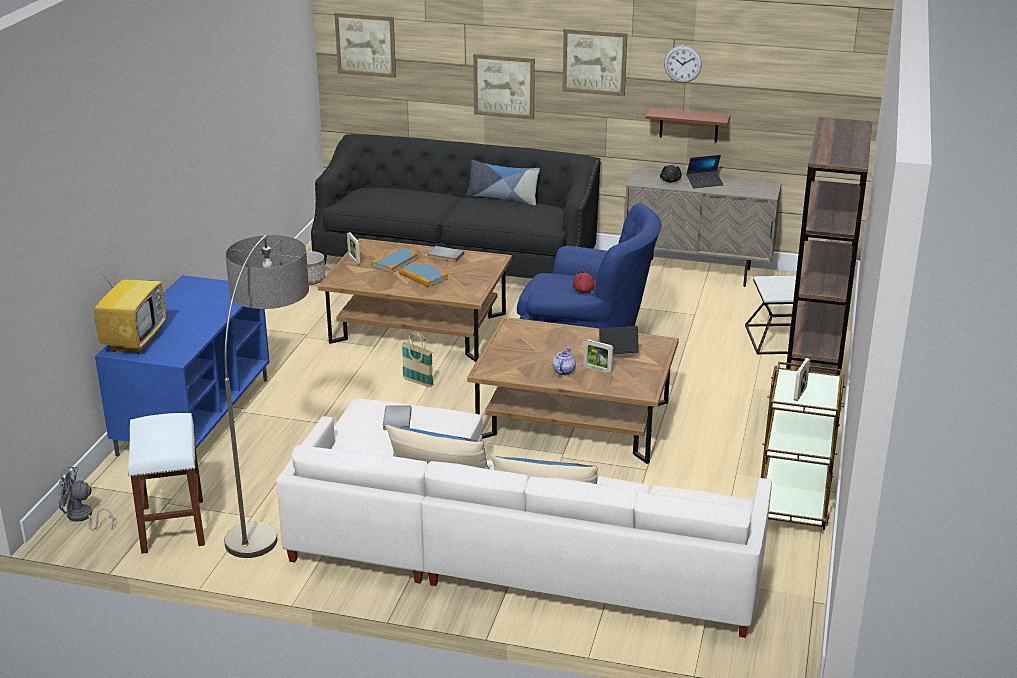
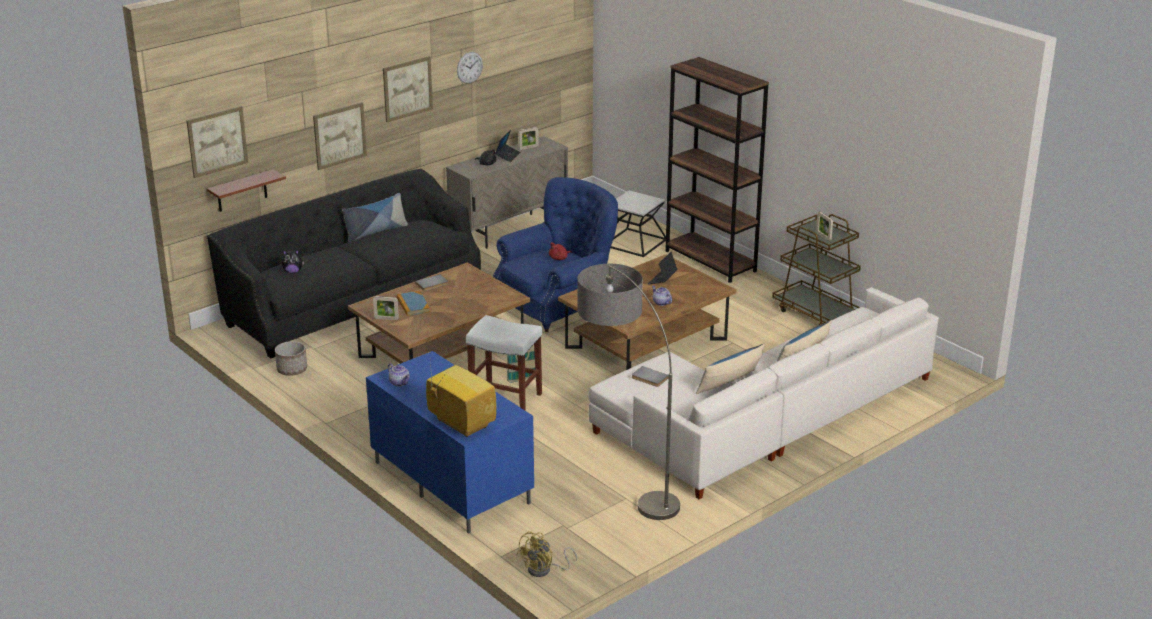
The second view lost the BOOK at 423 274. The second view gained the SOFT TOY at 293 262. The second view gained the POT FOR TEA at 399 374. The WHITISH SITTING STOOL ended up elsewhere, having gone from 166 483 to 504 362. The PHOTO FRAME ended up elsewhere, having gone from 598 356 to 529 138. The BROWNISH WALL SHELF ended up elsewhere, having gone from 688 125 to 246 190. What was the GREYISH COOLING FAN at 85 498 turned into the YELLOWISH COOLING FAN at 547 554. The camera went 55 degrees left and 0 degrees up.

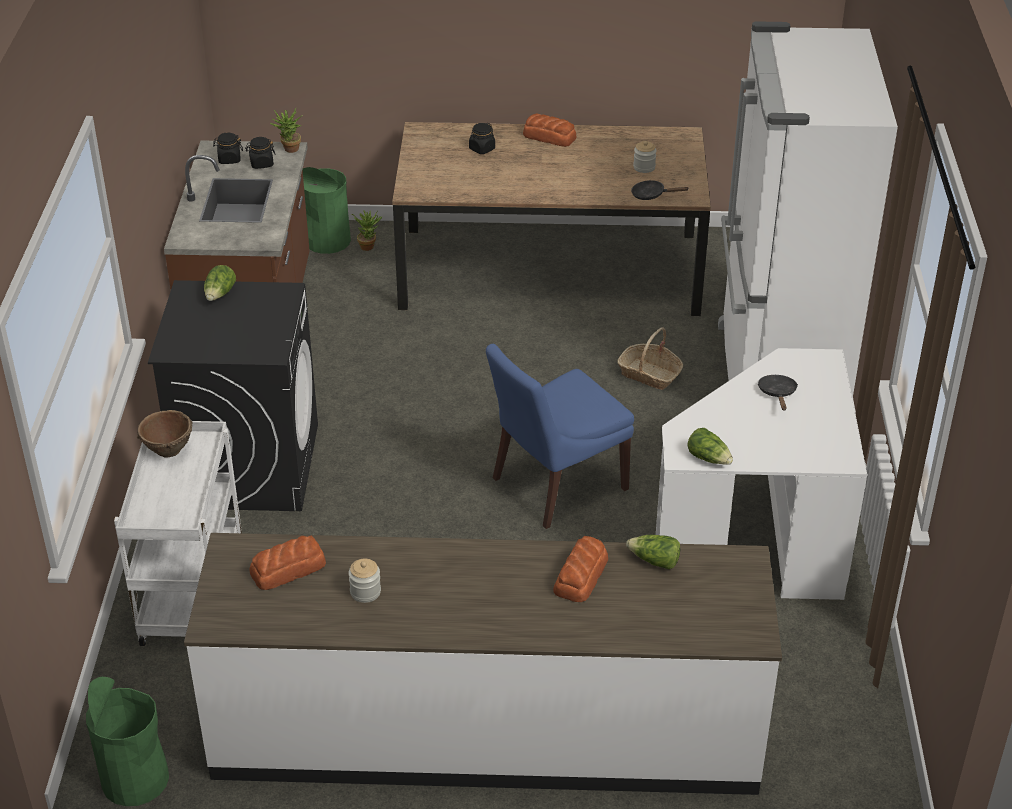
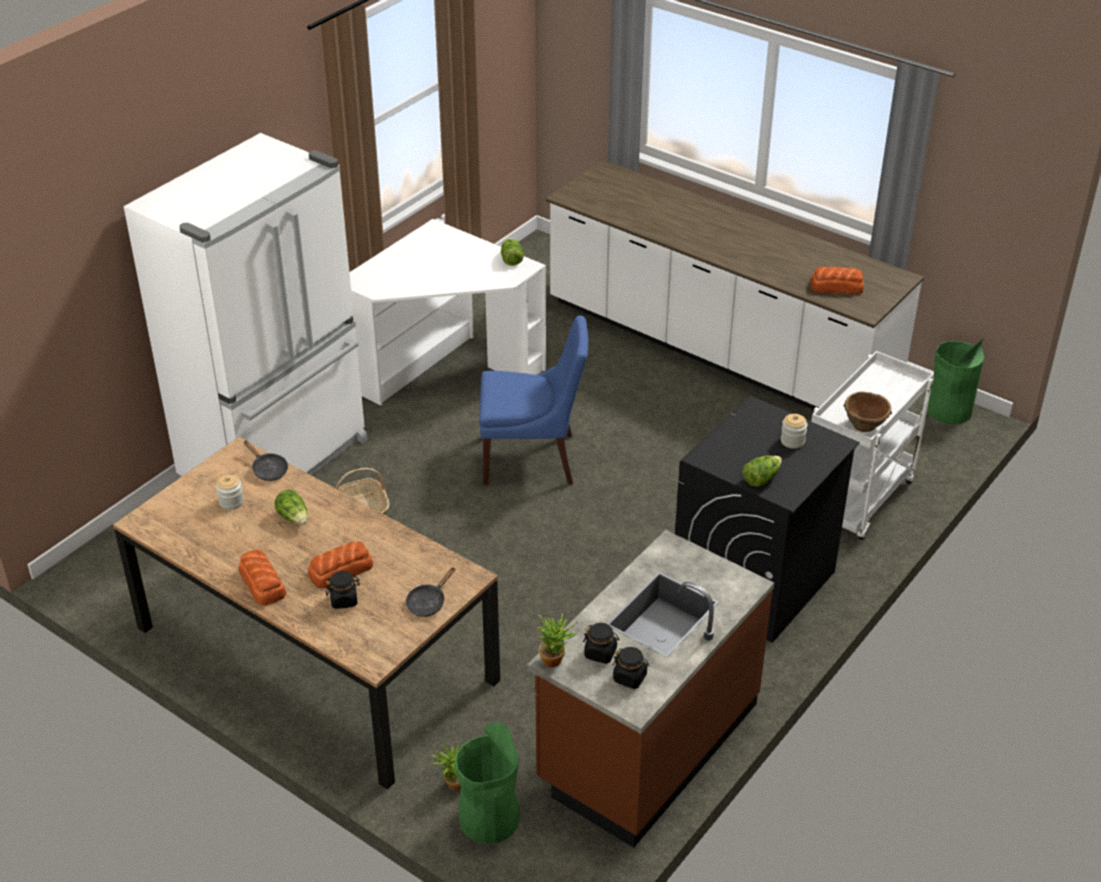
The PRESERVE JAR ended up elsewhere, having gone from 364 581 to 794 431. The BREAD ended up elsewhere, having gone from 580 569 to 340 564. The HEAD OF LETTUCE ended up elsewhere, having gone from 653 552 to 291 507. The BLACK-COLOURED PAN ended up elsewhere, having gone from 778 392 to 430 592. The camera went 145 degrees left and 0 degrees up.

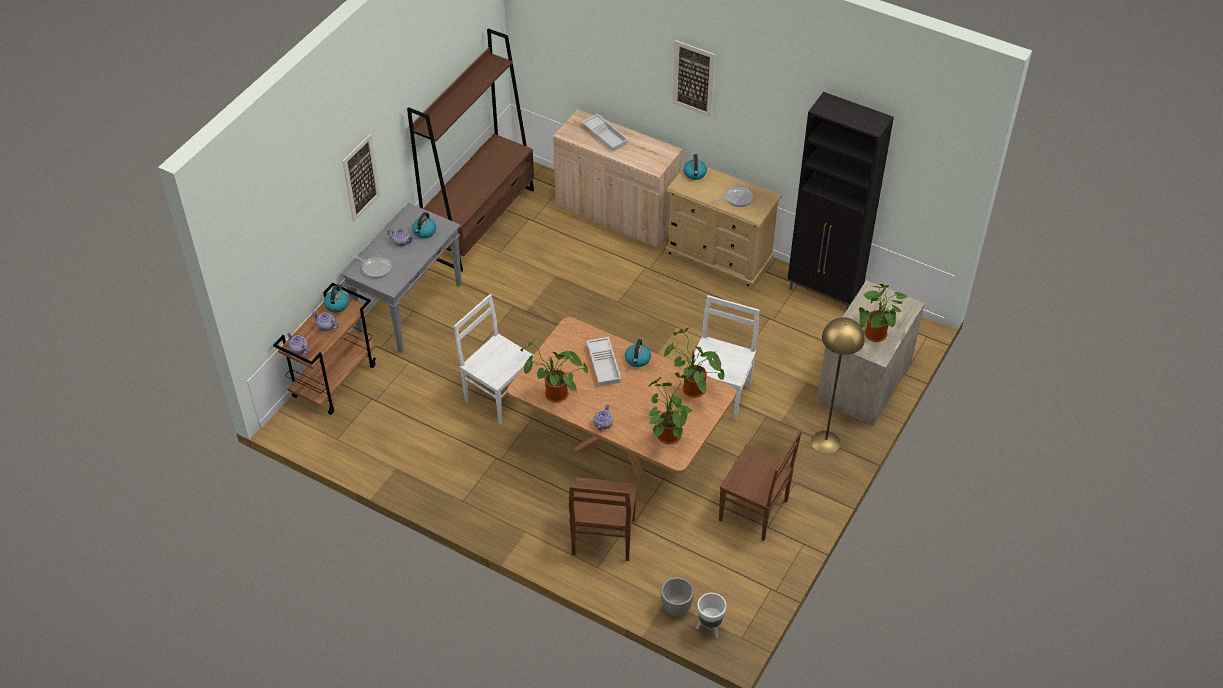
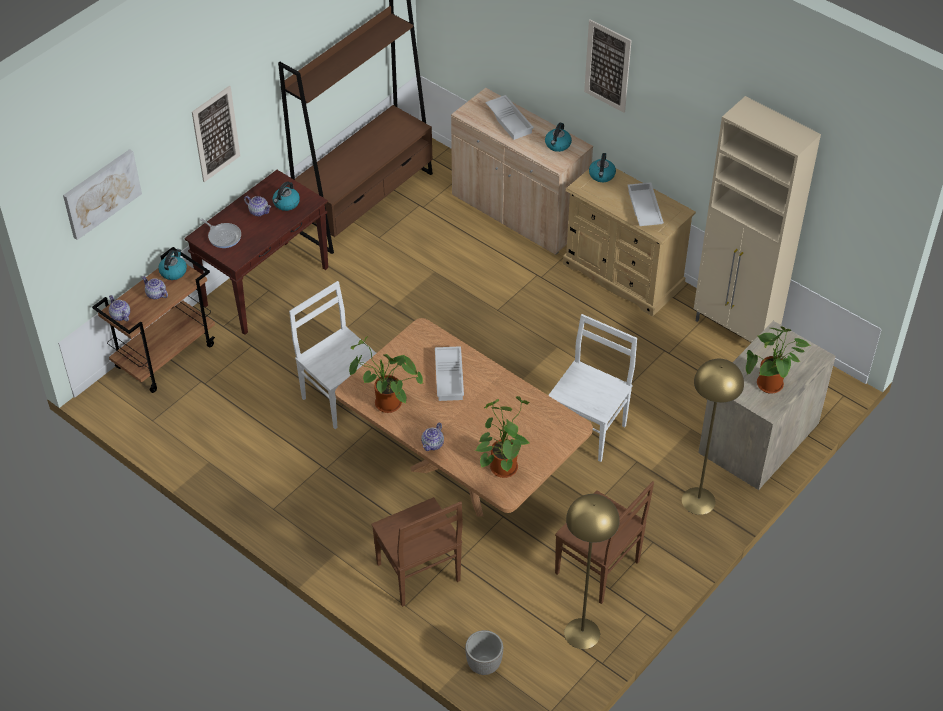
The second view lost the POTTED PLANT at 694 363. The second view lost the WHITISH PLANTER at 711 616. The second view gained the WALL ART at 102 194. The second view gained the YELLOWISH FLOOR LAMP at 592 571. The WATER KETTLE ended up elsewhere, having gone from 638 353 to 558 137. Where the PAN stood at 733 196, the WHITISH TRAY came to stand at 646 204. What was the GREYISH CONSOLE TABLE at 401 278 turned into the BROWNISH CONSOLE TABLE at 256 252. What was the BLACK-COLOURED STORAGE CABINET at 841 200 turned into the BEIGE-COLOURED STORAGE CABINET at 757 219. The BROWNISH CHAIR at 603 519 ended up facing another way, 45 degrees counterclockwise from before. The camera went 10 degrees right and 0 degrees up.

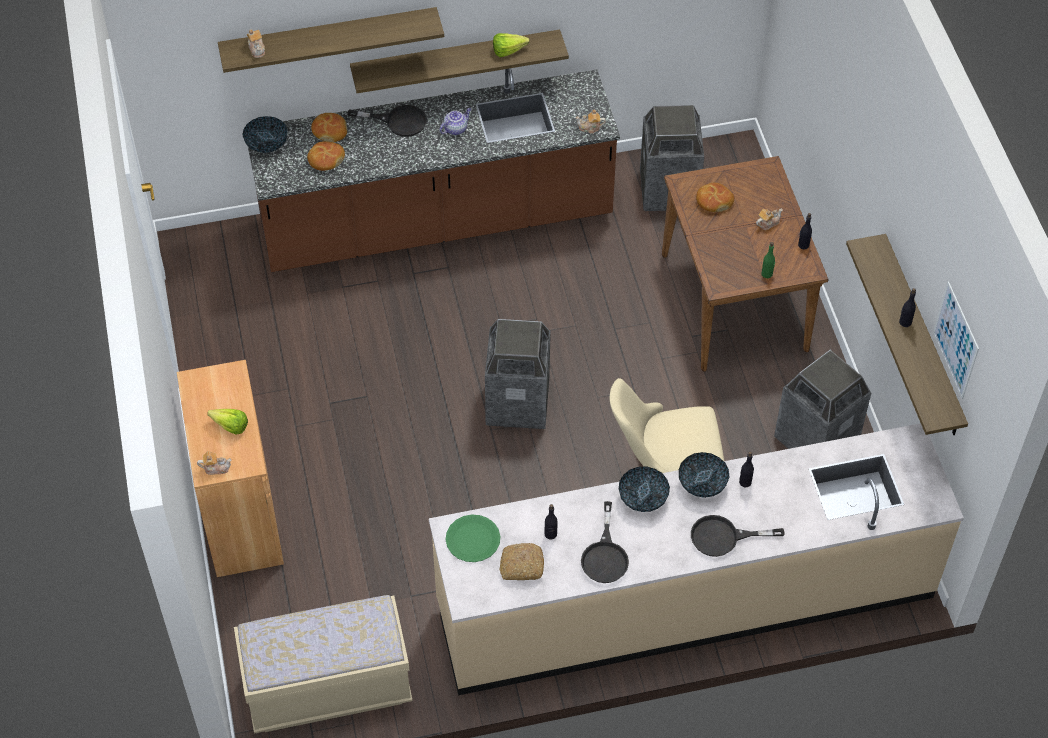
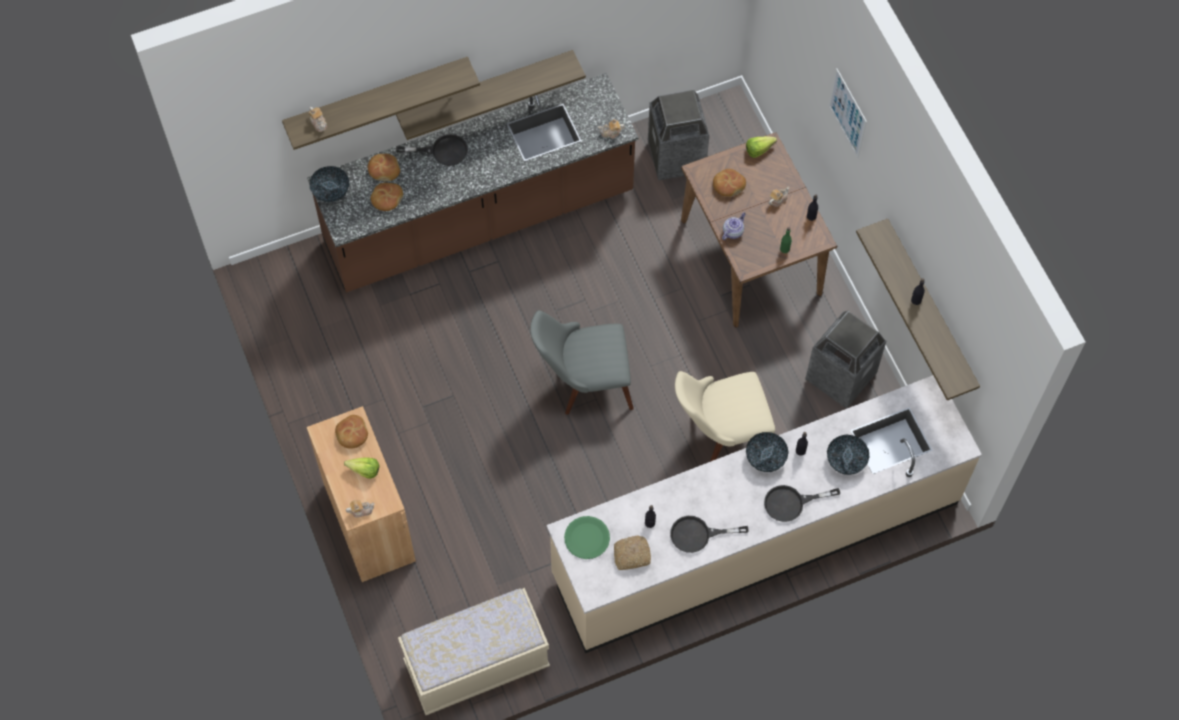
The second view gained the BREAD at 351 432. The POT FOR TEA ended up elsewhere, having gone from 455 121 to 734 226. The HEAD OF LETTUCE ended up elsewhere, having gone from 511 45 to 761 147. The SERVING BOWL ended up elsewhere, having gone from 644 489 to 848 454. The WALL ART ended up elsewhere, having gone from 956 340 to 848 113. Where the WASTE BIN stood at 518 374, the GREYISH CHAIR came to stand at 582 362. The BLACK-COLOURED PAN at 605 542 ended up facing another way, 90 degrees clockwise from before. The camera went 10 degrees left and 10 degrees up.

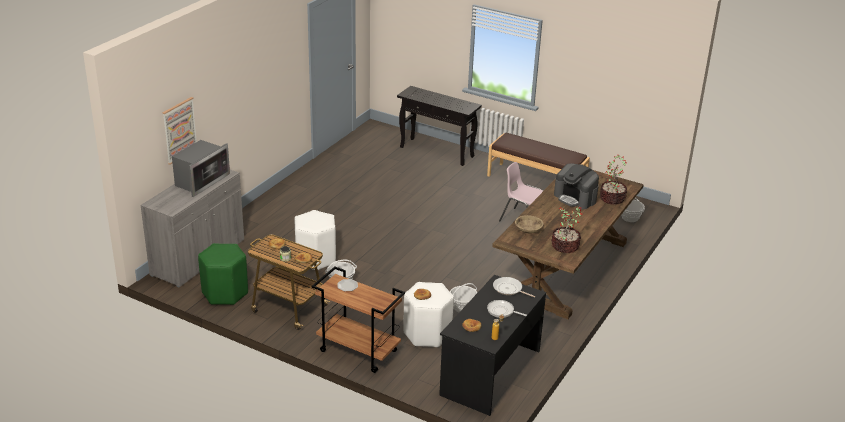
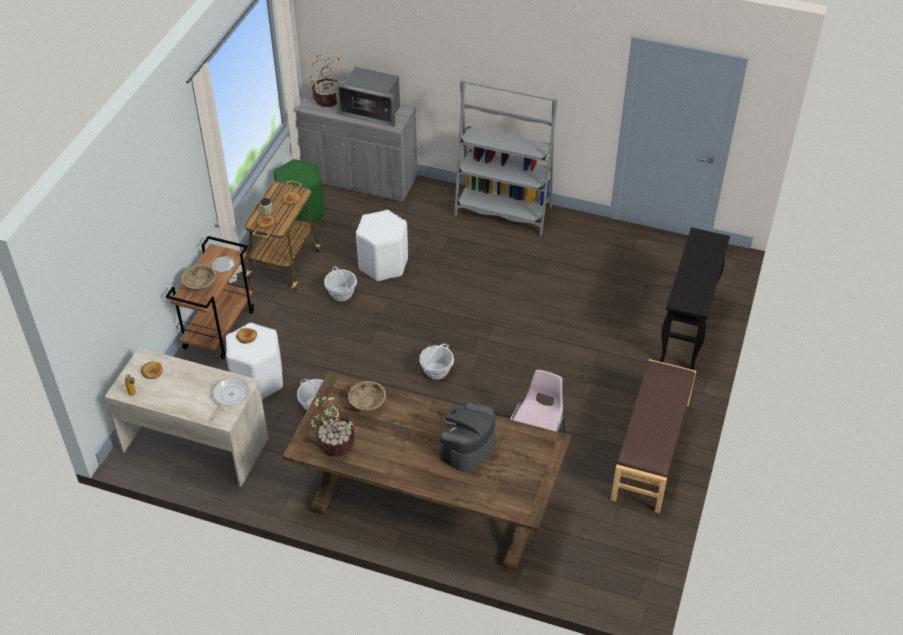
The second view lost the WALL ART at 179 131. The second view lost the PAN at 507 309. The second view gained the BEIGE-COLOURED SERVING BOWL at 199 277. The second view gained the GREYISH SHELVING UNIT at 505 158. The POTTED PLANT ended up elsewhere, having gone from 613 180 to 327 80. The BASKET ended up elsewhere, having gone from 633 210 to 436 362. What was the BLACK-COLOURED DESK TABLE at 492 345 turned into the BEIGE-COLOURED DESK TABLE at 186 417. The camera went 80 degrees right and 15 degrees up.

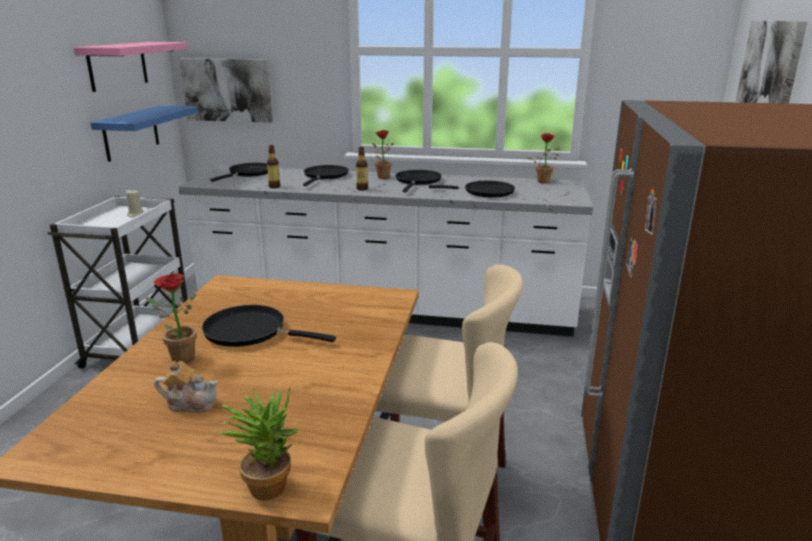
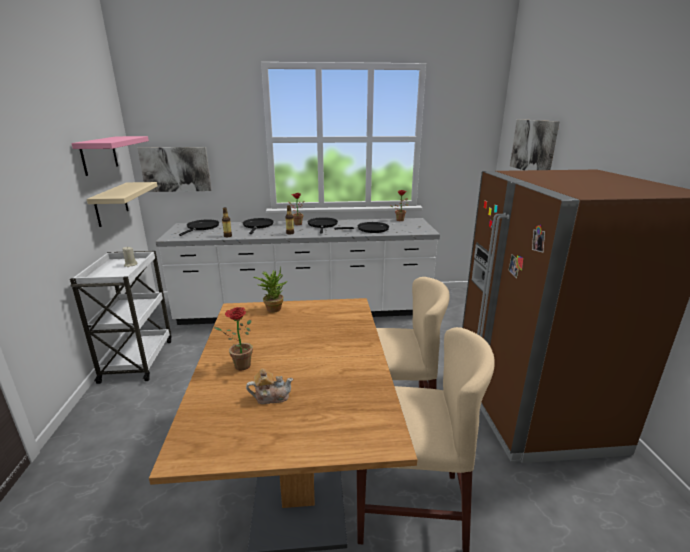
The second view lost the BLACK-COLOURED PAN at 269 326. The POTTED PLANT ended up elsewhere, having gone from 259 443 to 270 290. What was the BLUISH WALL SHELF at 144 133 turned into the BEIGE-COLOURED WALL SHELF at 122 204. The camera went 15 degrees left and 0 degrees up.

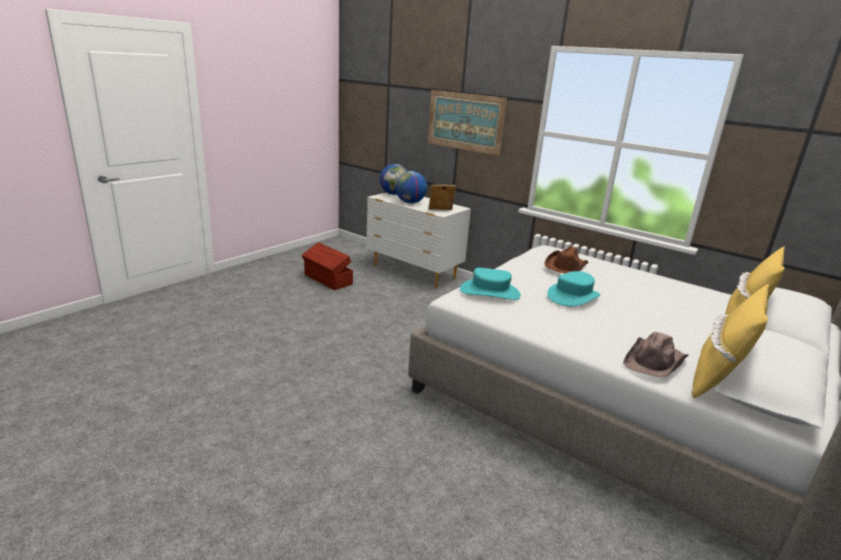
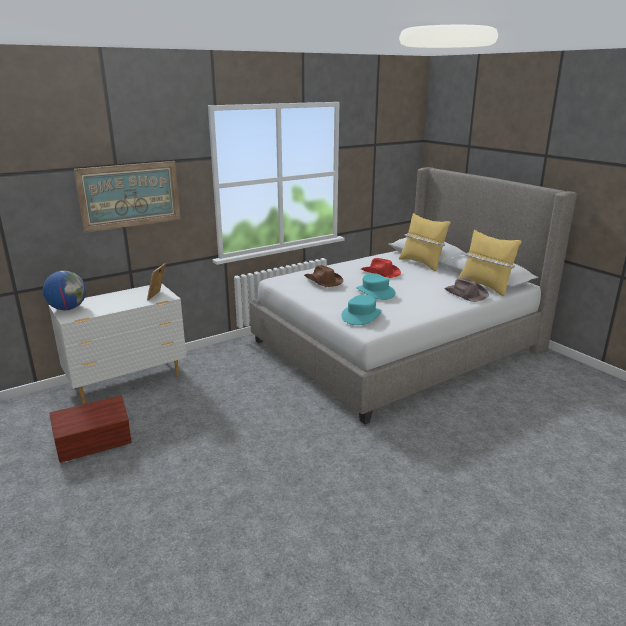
The second view lost the DESK GLOBE at 411 187. The second view gained the RED CLOTHING HAT at 381 268. The camera went 70 degrees left and 0 degrees up.

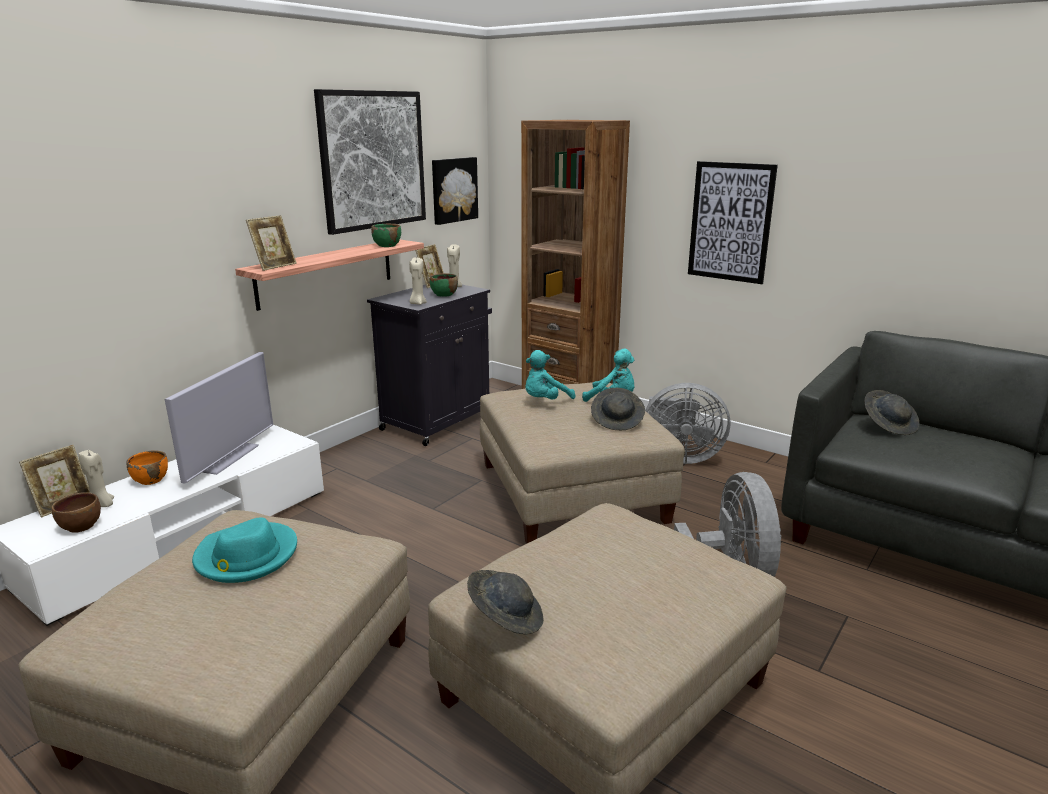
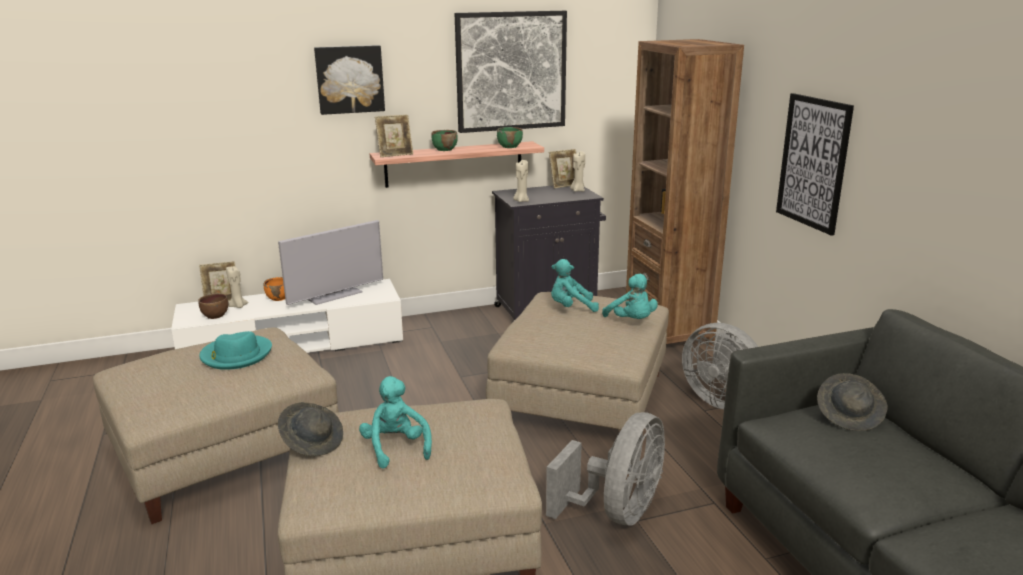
The second view lost the GREYISH CLOTHING HAT at 618 409. The second view gained the TURQUOISE-COLOURED SOFT TOY at 395 422. The GREEN SERVING BOWL ended up elsewhere, having gone from 444 285 to 444 140. The WALL ART ended up elsewhere, having gone from 455 191 to 349 80. The camera went 35 degrees right and 0 degrees up.

